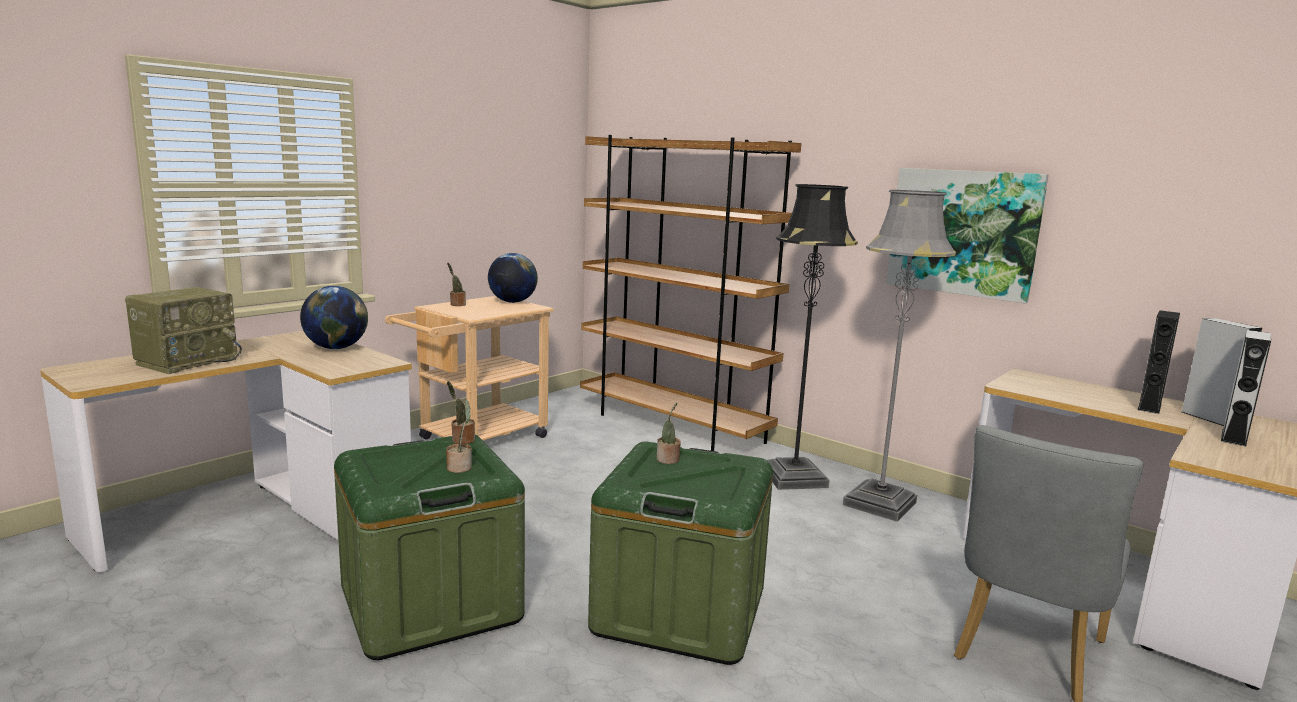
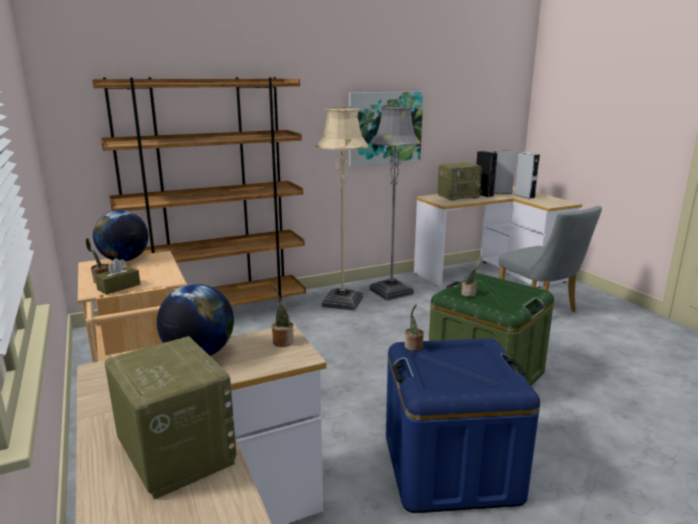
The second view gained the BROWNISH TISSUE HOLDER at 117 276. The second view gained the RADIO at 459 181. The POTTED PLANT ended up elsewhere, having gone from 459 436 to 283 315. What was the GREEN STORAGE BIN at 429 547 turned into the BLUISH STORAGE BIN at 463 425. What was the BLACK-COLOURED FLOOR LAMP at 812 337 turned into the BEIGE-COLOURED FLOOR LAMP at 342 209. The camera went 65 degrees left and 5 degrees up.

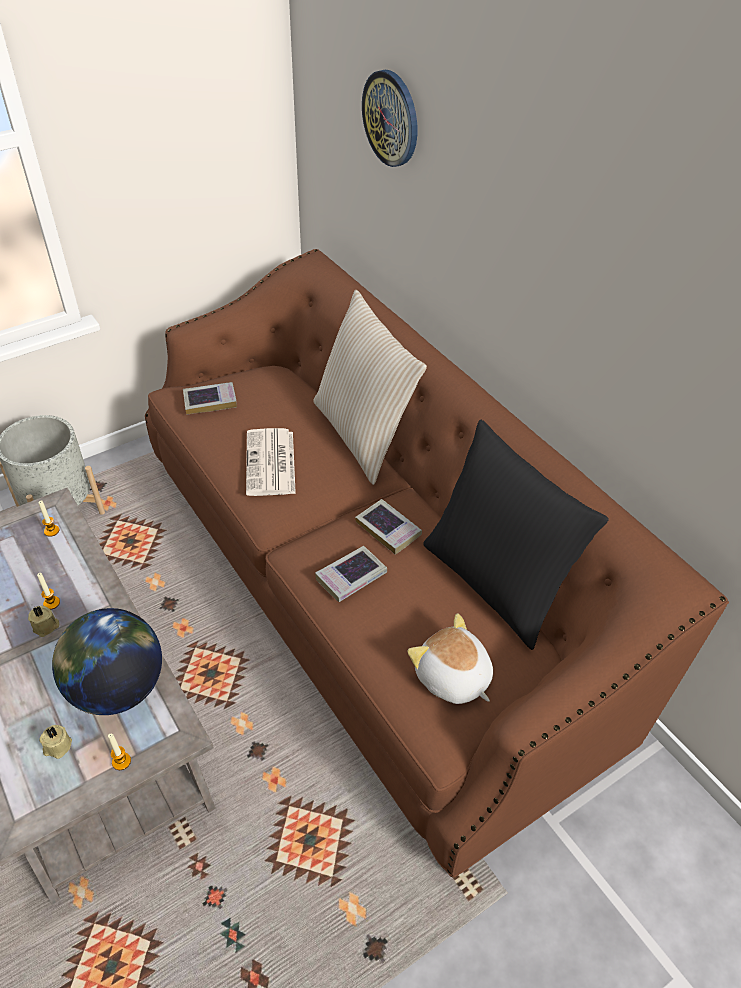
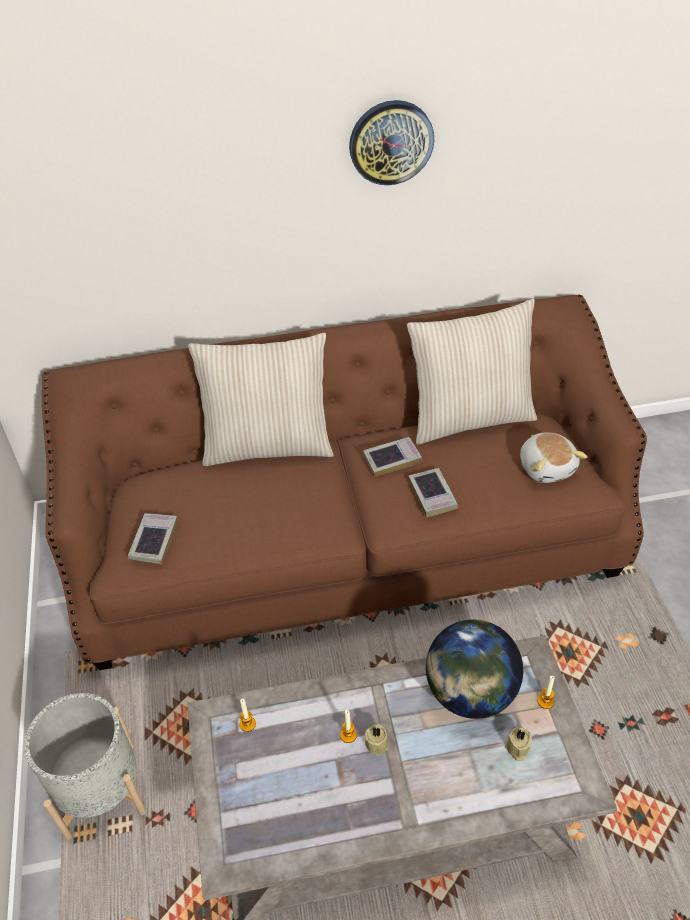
The second view lost the PRINTED PAPER at 271 462. The CLOCK ON THE WALL ended up elsewhere, having gone from 389 118 to 391 142. What was the BLACK-COLOURED THROW PILLOW at 516 535 turned into the BEIGE-COLOURED THROW PILLOW at 472 372. The SOFT TOY at 450 659 ended up facing another way, 90 degrees counterclockwise from before. The camera went 65 degrees left and 0 degrees up.

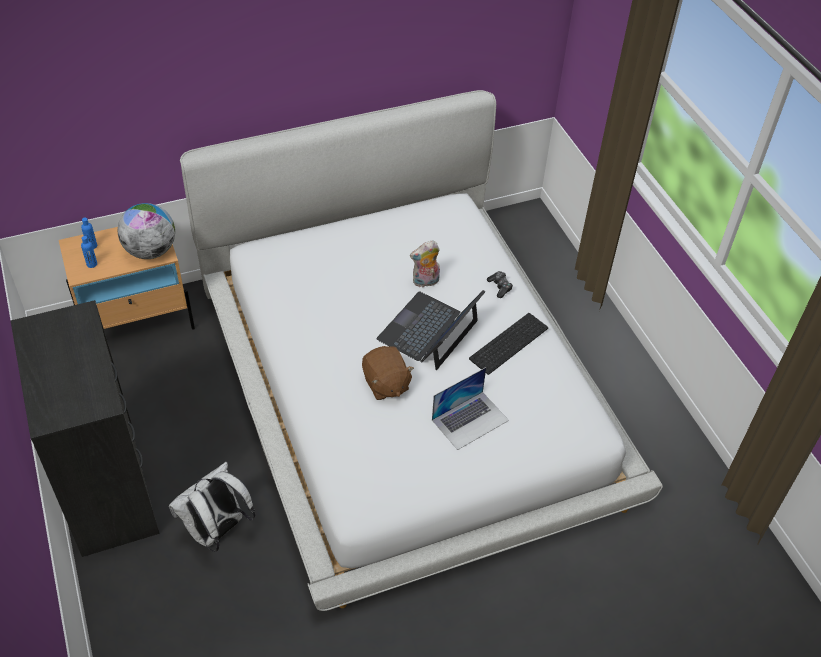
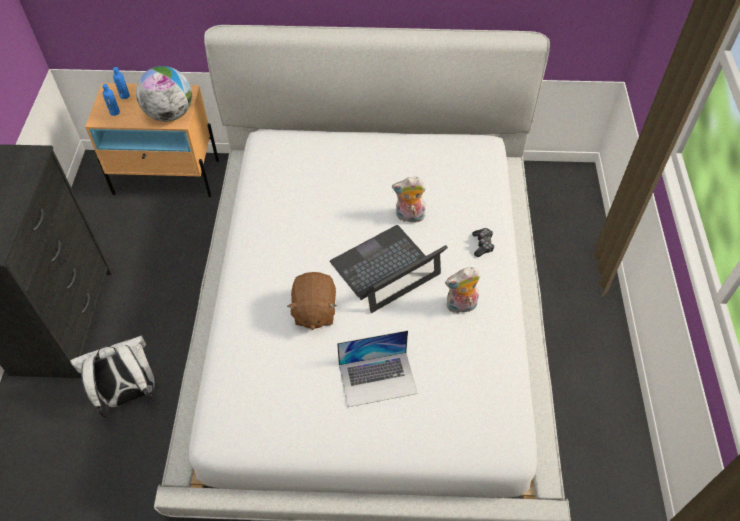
Where the KEYBOARD stood at 508 344, the SOFT TOY came to stand at 462 290. The camera went 25 degrees right and 5 degrees up.

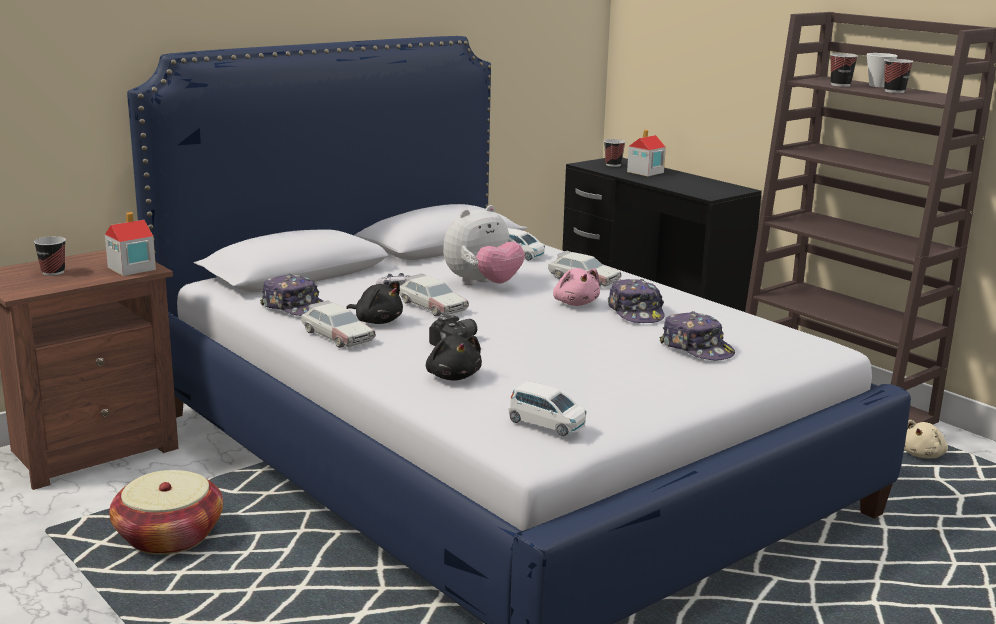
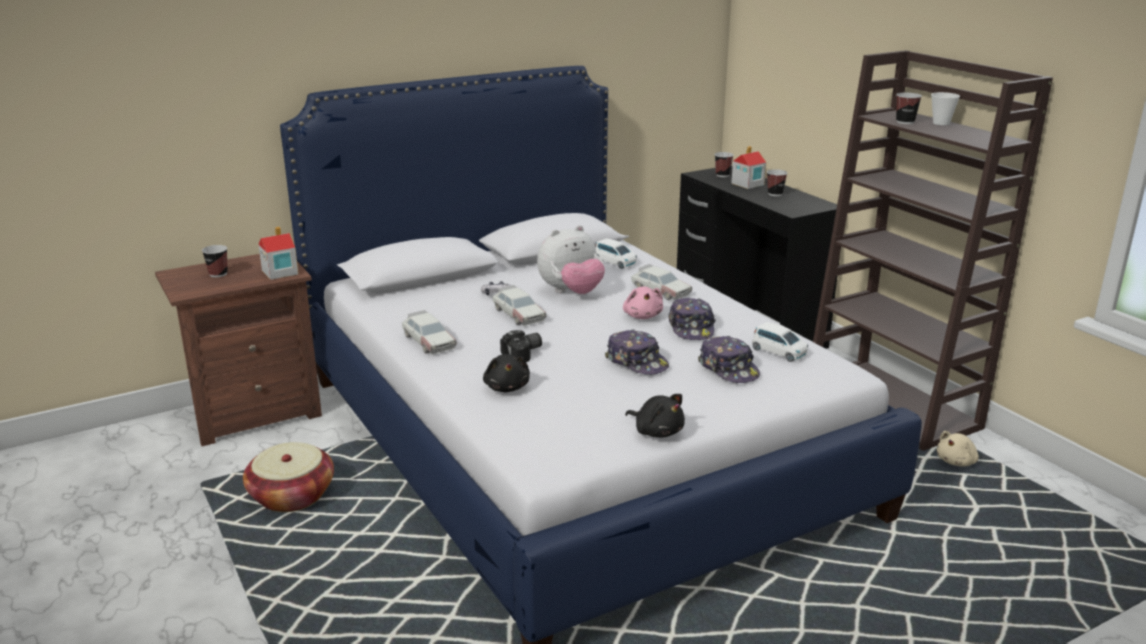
The PEAKED CAP ended up elsewhere, having gone from 291 295 to 637 352. The BLACK-COLOURED SOFT TOY ended up elsewhere, having gone from 374 302 to 655 416. The WHITISH MODEL CAR ended up elsewhere, having gone from 548 408 to 780 342. The CUP ended up elsewhere, having gone from 898 76 to 777 182. The camera went 10 degrees right and 5 degrees up.

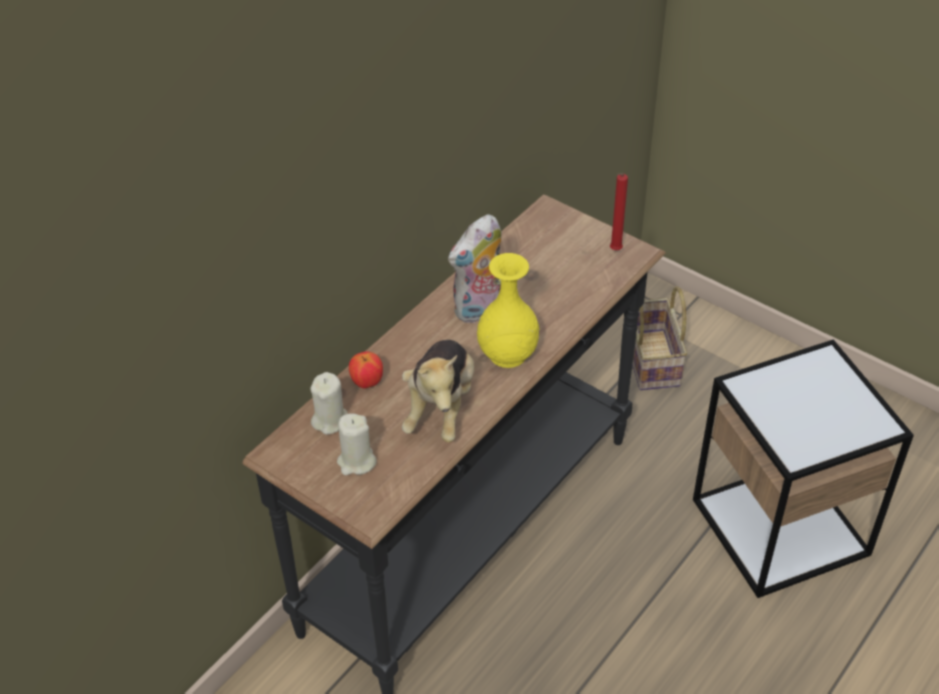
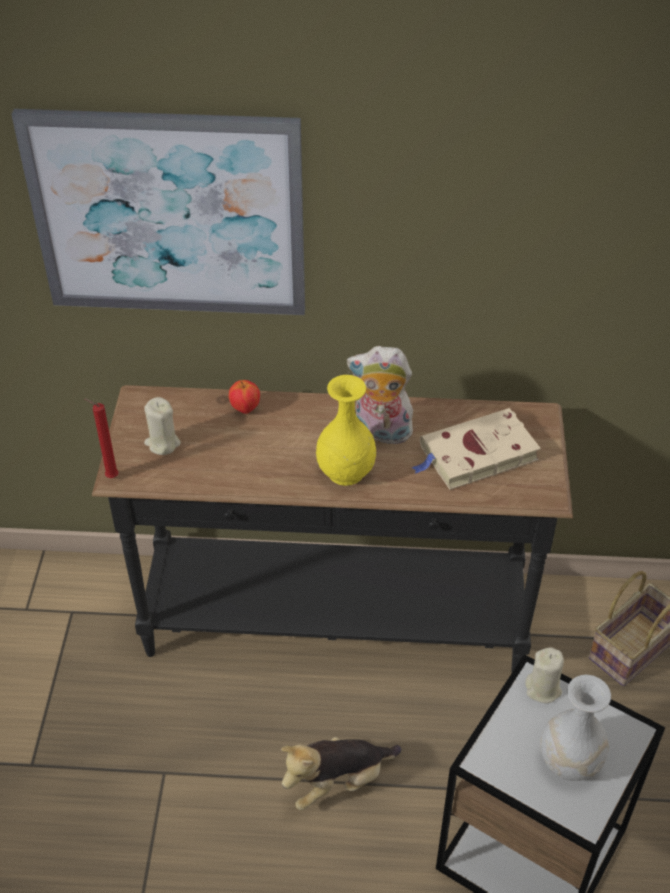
The second view gained the WALL ART at 158 212. The second view gained the BEIGE-COLOURED BOOK at 476 449. The second view gained the WHITISH VASE at 575 728. The BEIGE-COLOURED WAX LIGHT ended up elsewhere, having gone from 329 403 to 544 675. The SOFT TOY ended up elsewhere, having gone from 438 391 to 341 773. The RED WAX LIGHT ended up elsewhere, having gone from 619 211 to 102 438. The camera went 55 degrees right and 0 degrees up.

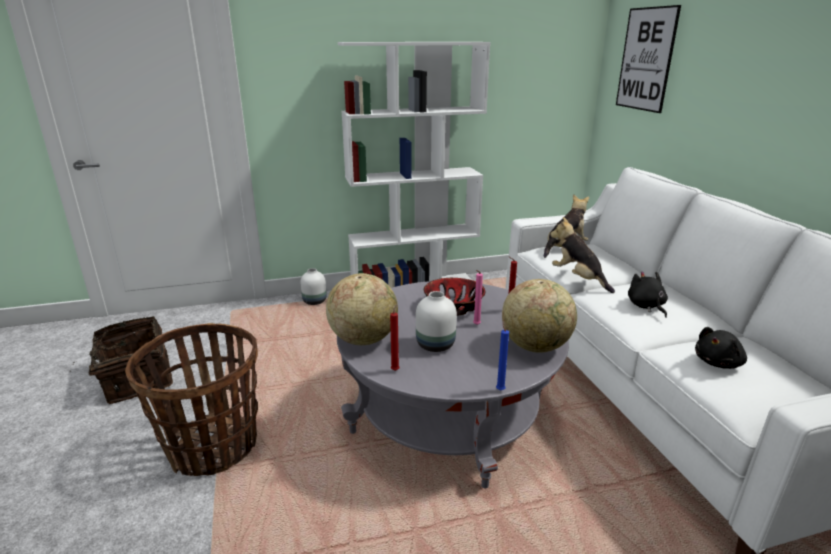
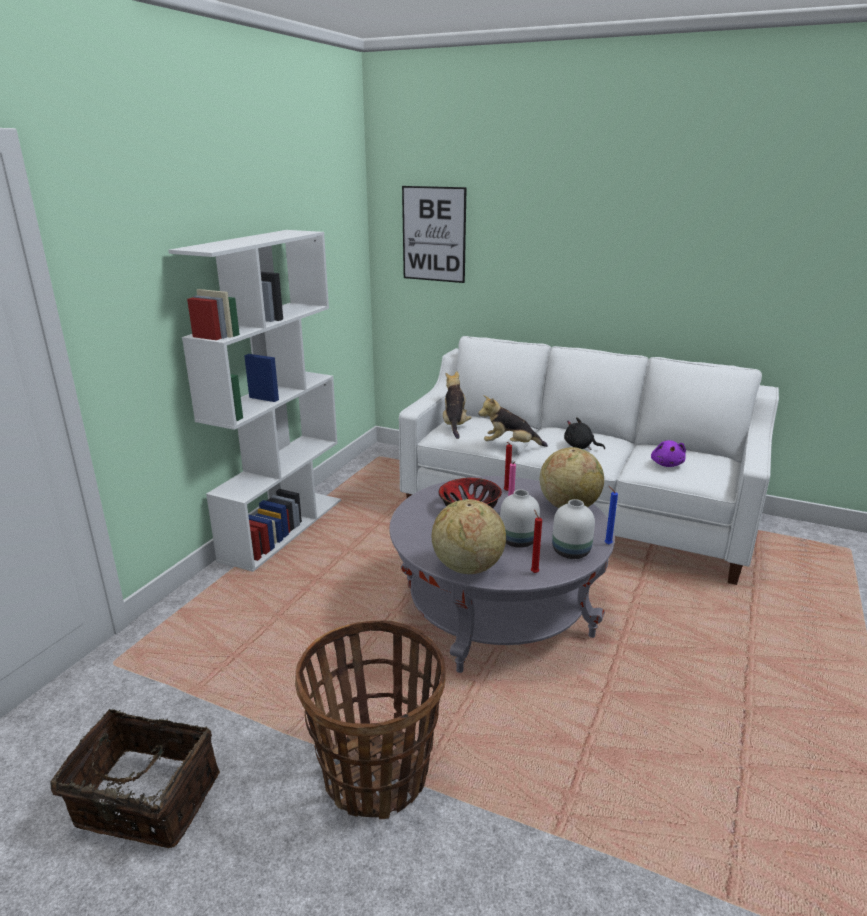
The WHITISH VASE ended up elsewhere, having gone from 314 286 to 573 529. What was the BLACK-COLOURED SOFT TOY at 721 348 turned into the PURPLISH SOFT TOY at 668 453. The camera went 50 degrees left and 0 degrees up.

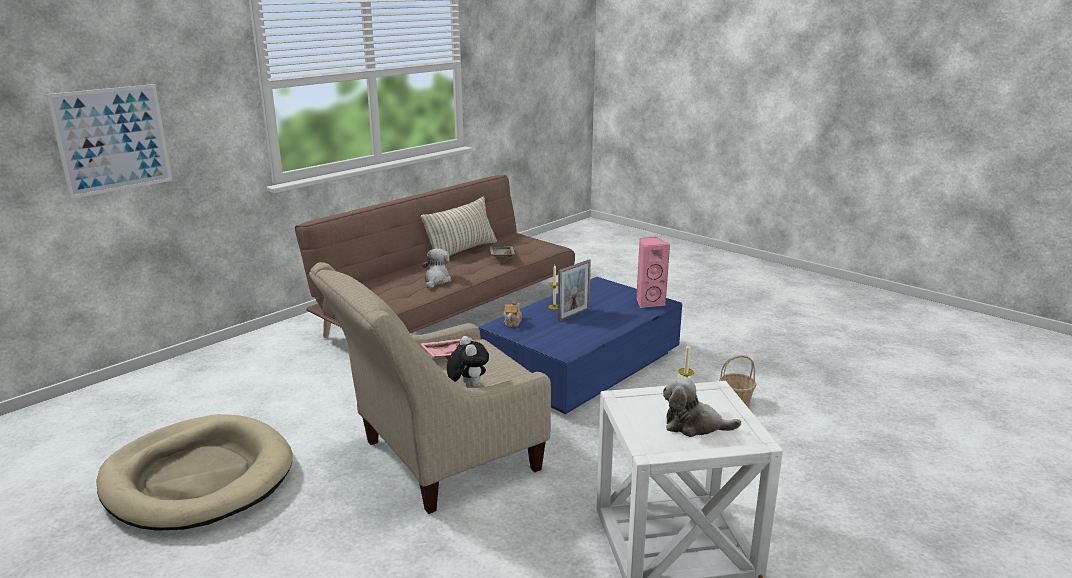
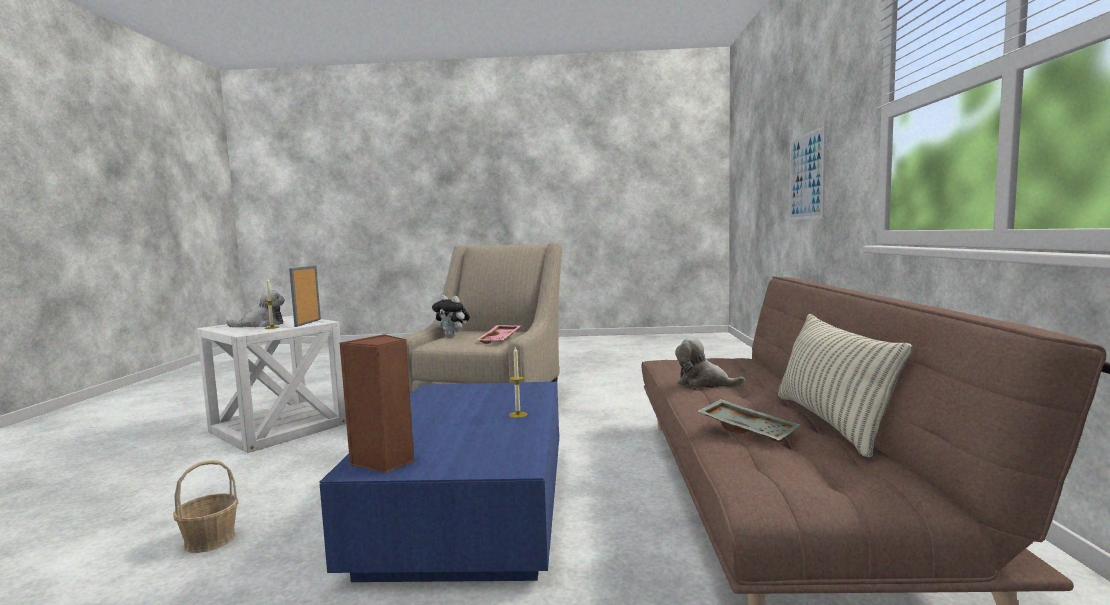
The second view lost the BEIGE-COLOURED PET BED at 195 472. The second view lost the POT FOR TEA at 513 314. The PHOTO FRAME ended up elsewhere, having gone from 574 290 to 305 296. What was the PINK-COLOURED LOUDSPEAKER at 653 272 turned into the BROWNISH LOUDSPEAKER at 377 403. The SOFT TOY at 437 269 ended up facing another way, 150 degrees clockwise from before. The camera went 140 degrees right and 15 degrees down.

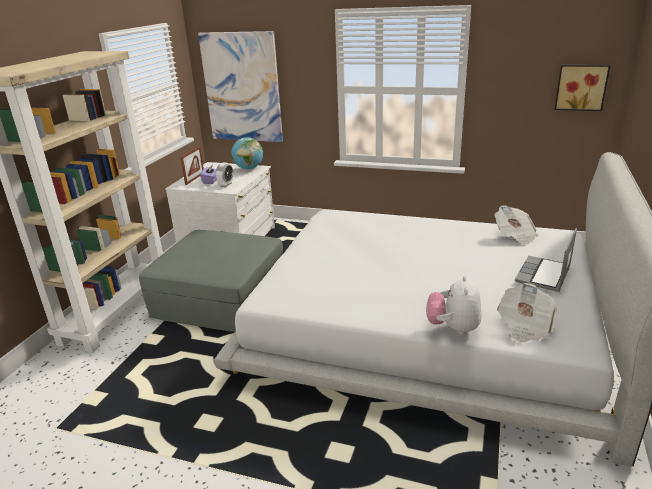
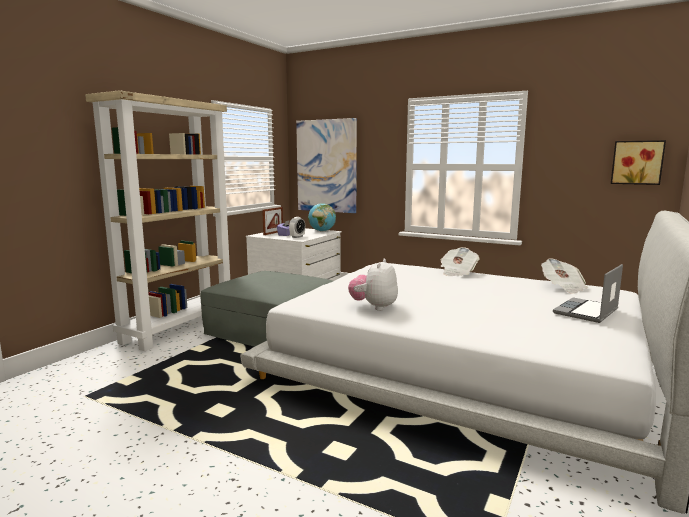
The SOFT TOY ended up elsewhere, having gone from 454 305 to 373 285. The PRINTED PAPER ended up elsewhere, having gone from 527 313 to 460 261. The camera went 10 degrees right and 15 degrees down.

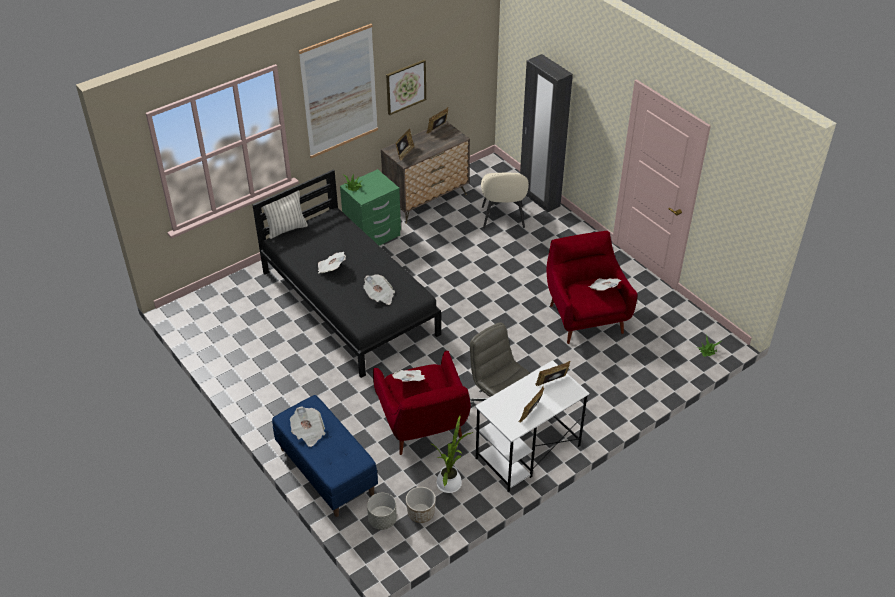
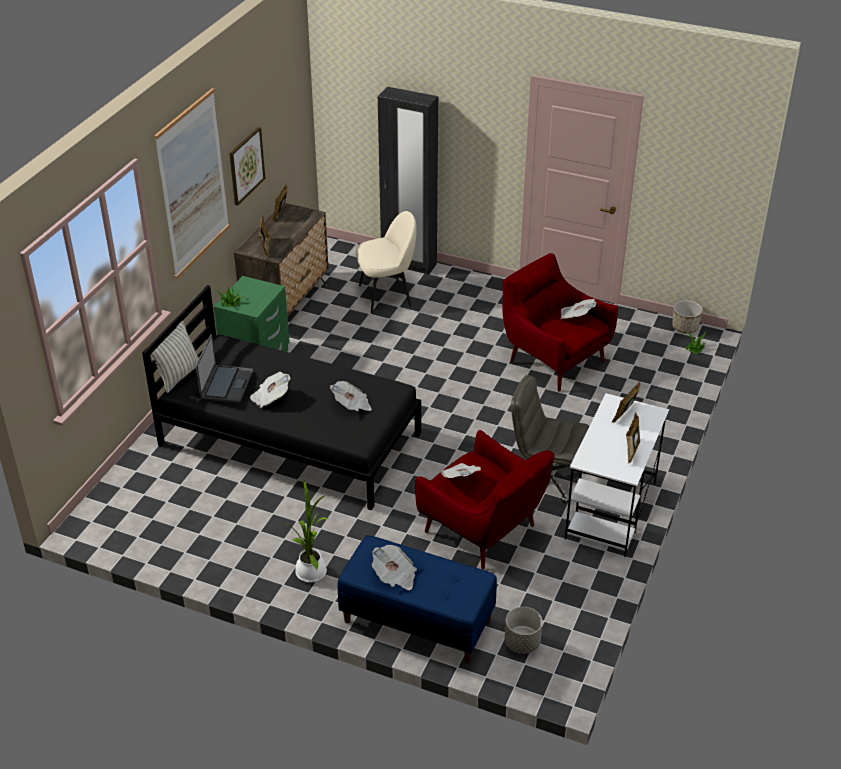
The second view gained the PORTABLE COMPUTER at 224 368. The PLANTER ended up elsewhere, having gone from 421 505 to 687 317. The POTTED PLANT ended up elsewhere, having gone from 452 454 to 309 531. The BEIGE-COLOURED CHAIR at 505 200 ended up facing another way, 75 degrees counterclockwise from before. The camera went 30 degrees left and 5 degrees down.

